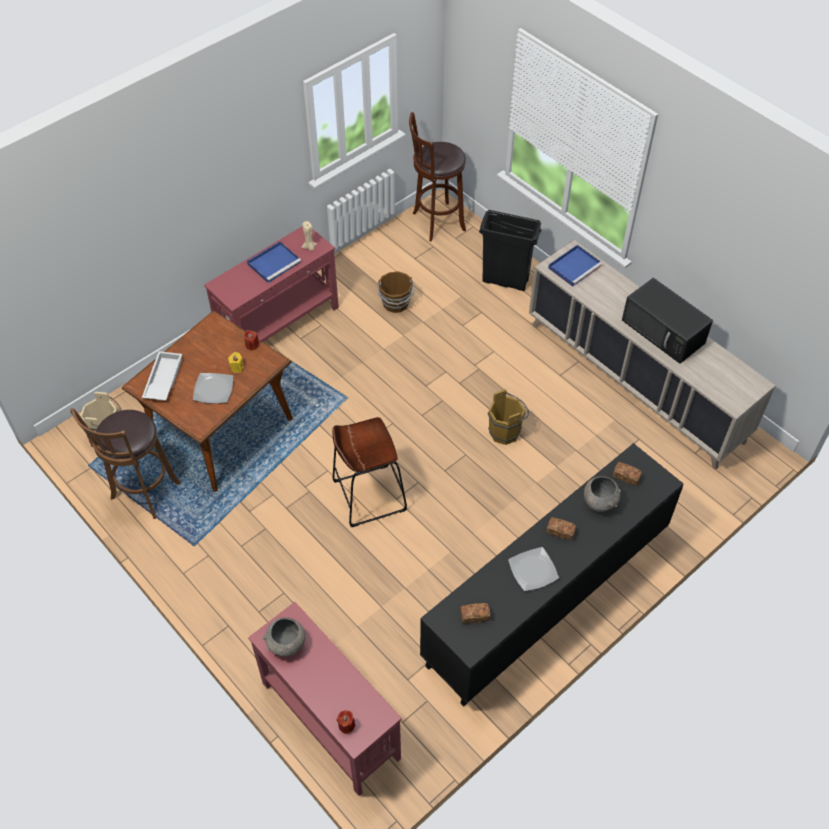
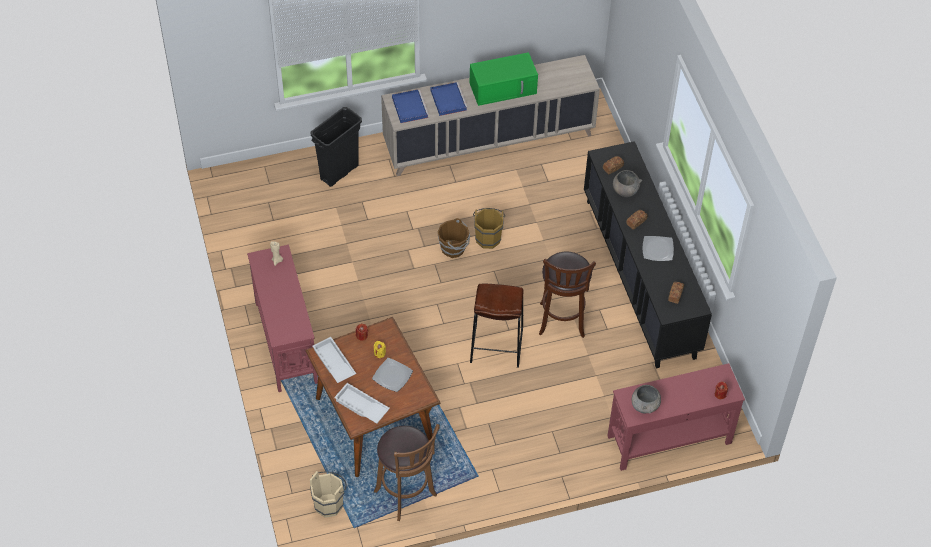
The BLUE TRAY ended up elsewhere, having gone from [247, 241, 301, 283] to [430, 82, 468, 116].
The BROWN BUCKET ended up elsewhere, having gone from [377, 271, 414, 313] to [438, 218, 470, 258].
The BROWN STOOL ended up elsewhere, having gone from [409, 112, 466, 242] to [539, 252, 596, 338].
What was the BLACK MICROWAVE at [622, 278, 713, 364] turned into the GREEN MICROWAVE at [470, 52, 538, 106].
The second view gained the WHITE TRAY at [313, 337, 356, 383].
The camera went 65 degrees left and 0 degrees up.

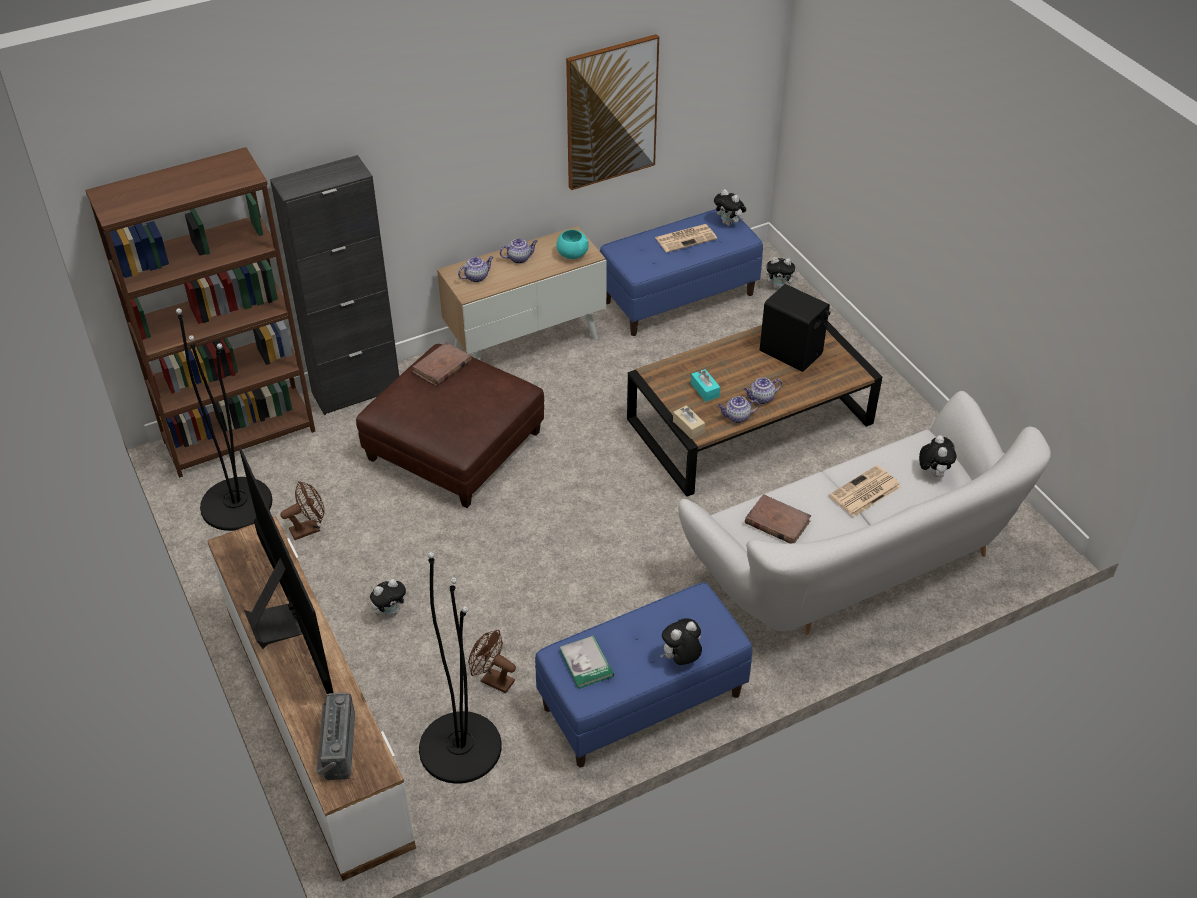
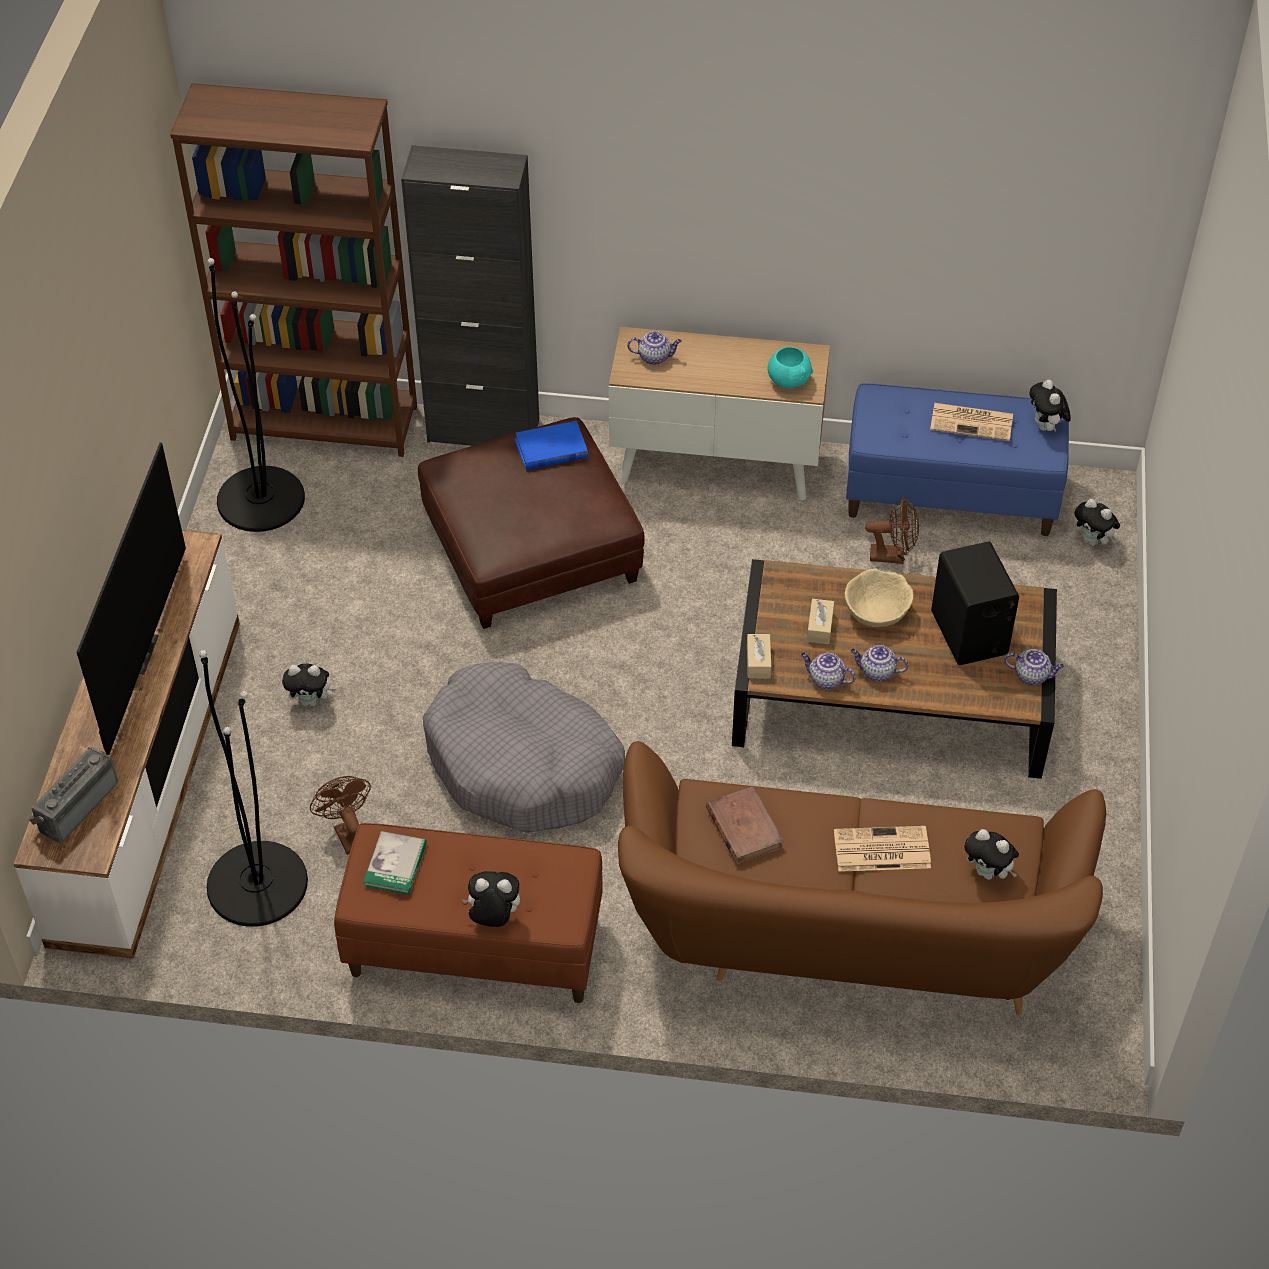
The BROWN FAN ended up elsewhere, having gone from [280, 481, 325, 540] to [865, 497, 919, 564].
What was the BROWN BOOK at [413, 342, 472, 387] turned into the BLUE BOOK at [514, 421, 588, 470].
The TEAPOT ended up elsewhere, having gone from [500, 238, 538, 263] to [1004, 649, 1064, 685].
What was the BLUE BENCH at [535, 582, 752, 767] turned into the BROWN BENCH at [334, 823, 603, 1003].
The second view lost the PICTURE at [566, 34, 659, 190].
What was the WHITE SOFA at [678, 391, 1051, 635] turned into the BROWN SOFA at [618, 741, 1106, 1015].
What was the TURQUOISE TISSUE BOX at [691, 369, 720, 402] turned into the BEIGE TISSUE BOX at [807, 599, 834, 644].
The PLUSH TOY at [919, 435, 957, 478] ended up facing another way, 90 degrees clockwise from before.
The second view gained the GREY DOG BED at [423, 662, 625, 833].
The second view gained the BEIGE BOWL at [845, 568, 913, 627].
The camera went 35 degrees right and 5 degrees up.

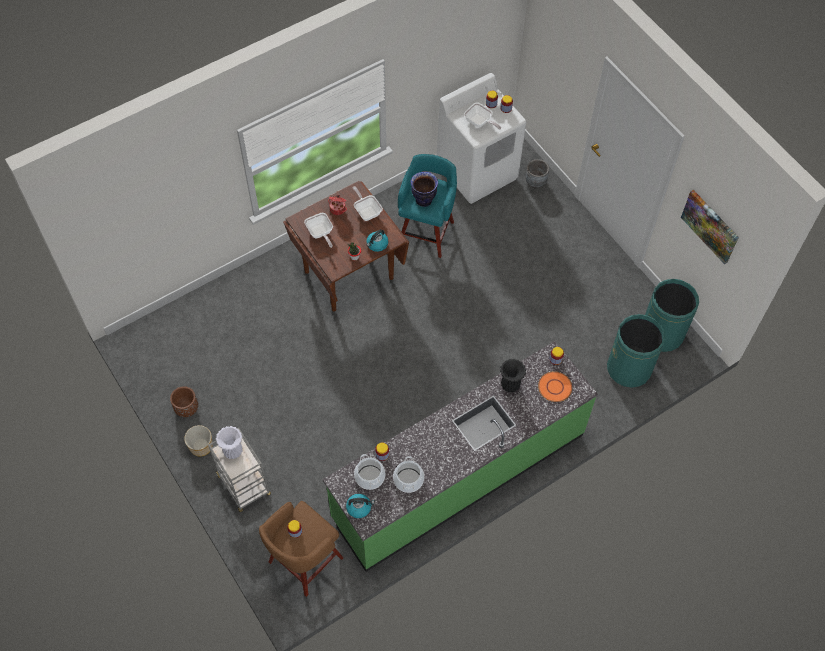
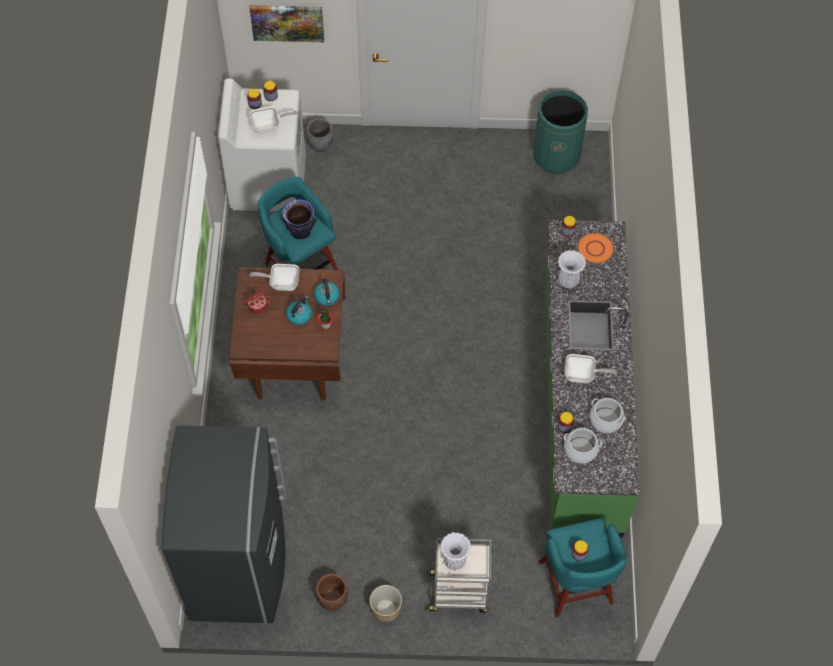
What was the BROWN STOOL at [259, 501, 343, 597] turned into the TURQUOISE STOOL at [539, 518, 627, 617].
The FRYING PAN ended up elsewhere, having gone from [304, 213, 333, 248] to [565, 354, 617, 383].
The KETTLE ended up elsewhere, having gone from [346, 494, 375, 518] to [286, 296, 312, 325].
What was the BLACK VASE at [500, 359, 526, 393] turned into the WHITE VASE at [558, 250, 586, 288].
The second view lost the GREEN TRASH CAN at [607, 314, 665, 388].
The PICTURE ended up elsewhere, having gone from [681, 190, 739, 264] to [249, 5, 324, 42].
The second view gained the GREY FRIDGE at [162, 425, 286, 624].
The camera went 55 degrees left and 0 degrees up.

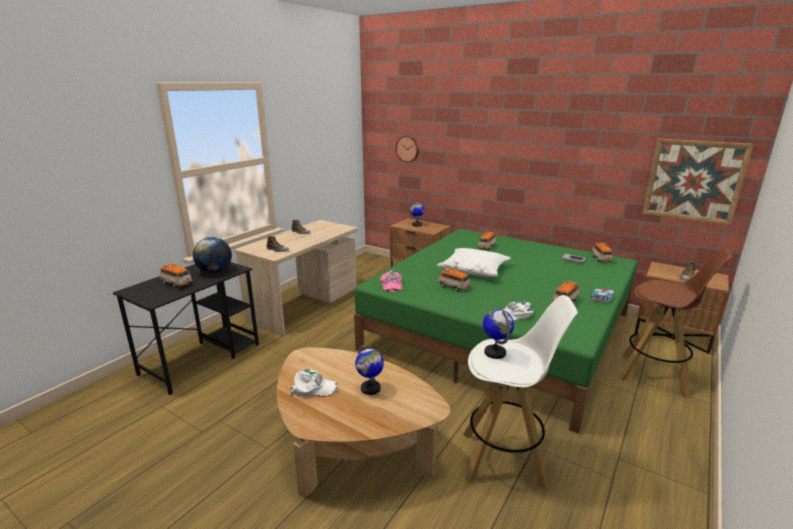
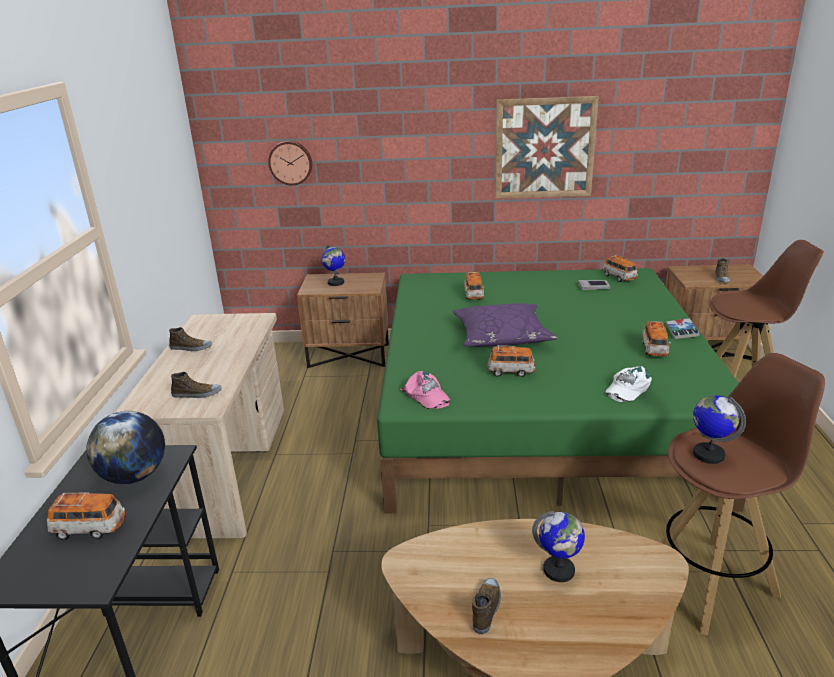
Where the WHITE CAP stood at [290, 369, 338, 397], the SHOE came to stand at [472, 578, 501, 634].
What was the WHITE PILLOW at [437, 248, 511, 277] turned into the PURPLE PILLOW at [453, 303, 557, 347].
What was the WHITE STOOL at [463, 295, 578, 490] turned into the BROWN STOOL at [660, 353, 825, 635].
The PICTURE ended up elsewhere, having gone from [643, 139, 754, 225] to [495, 96, 599, 199].
The camera went 30 degrees left and 5 degrees up.

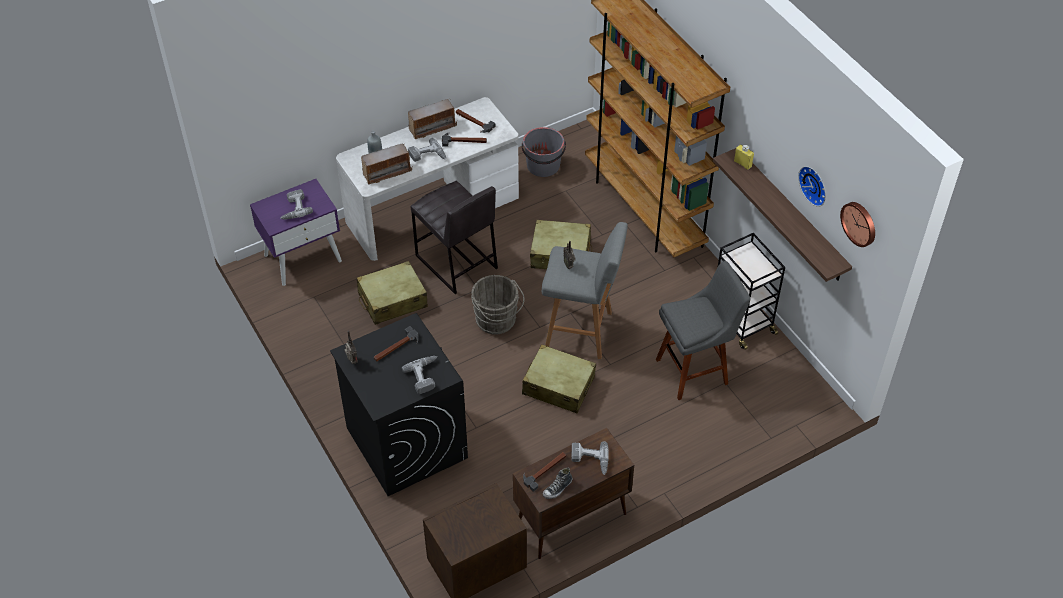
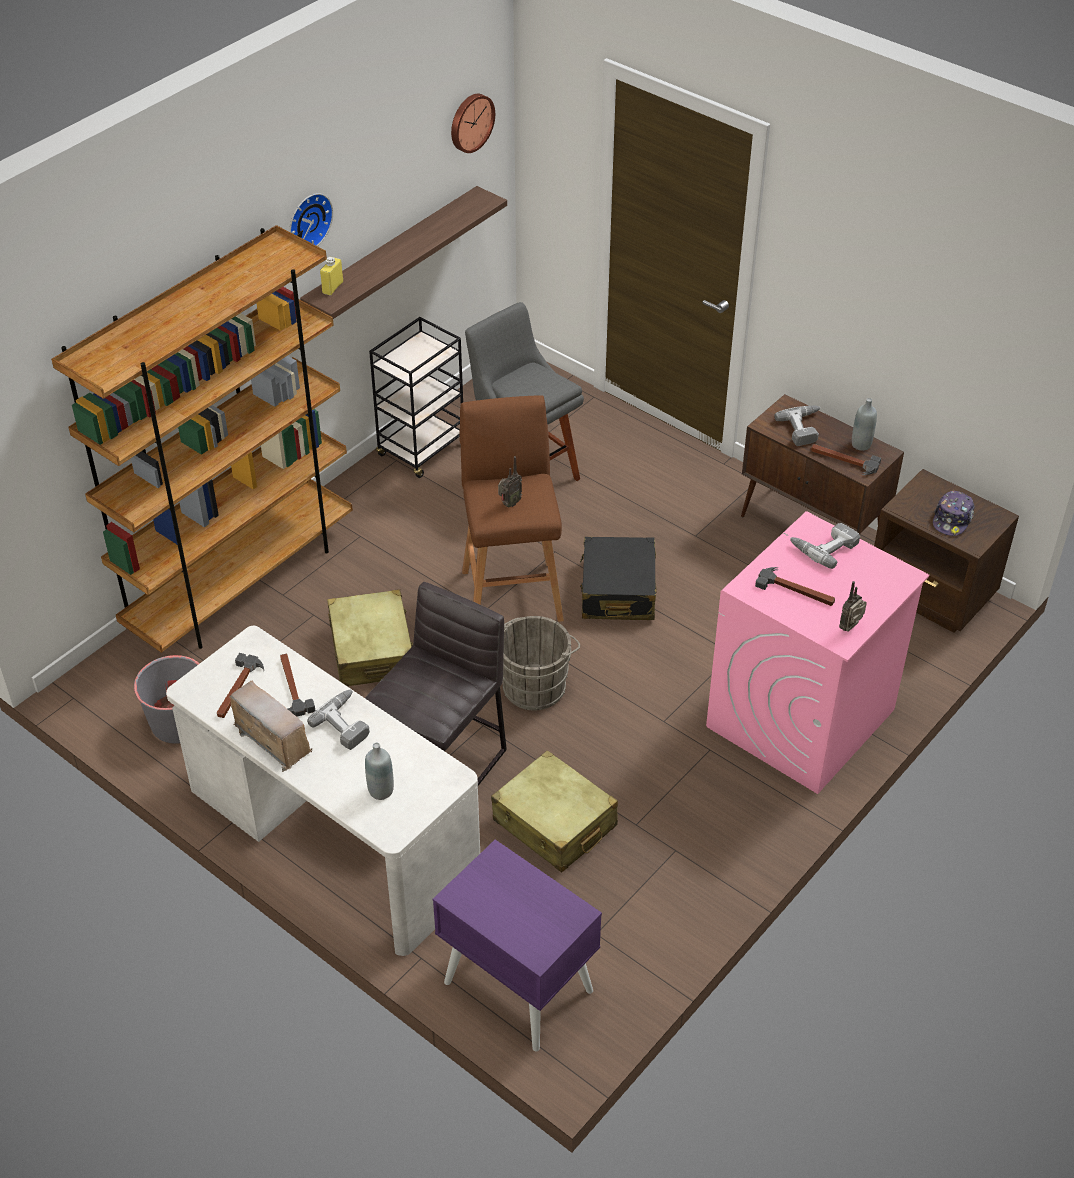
The second view lost the POWER DRILL at [281, 189, 313, 219].
What was the BLACK WASHING MACHINE at [330, 313, 468, 496] turned into the PINK WASHING MACHINE at [706, 511, 929, 794].
The second view lost the RADIO at [361, 143, 413, 185].
What was the BEIGE SUITCASE at [522, 344, 596, 414] turned into the BLACK SUITCASE at [580, 537, 657, 620].
What was the GREY STOOL at [542, 222, 628, 359] turned into the BROWN STOOL at [459, 395, 564, 622].
Where the SHOE stood at [543, 467, 572, 499], the GREY BOTTLE came to stand at [852, 398, 877, 451].
The WALL CLOCK ended up elsewhere, having gone from [798, 166, 826, 207] to [289, 193, 333, 246].
The second view gained the CAP at [933, 491, 975, 536].
The camera went 110 degrees left and 5 degrees down.

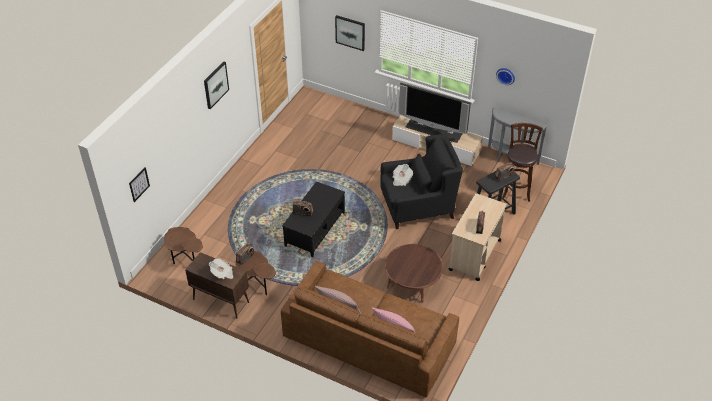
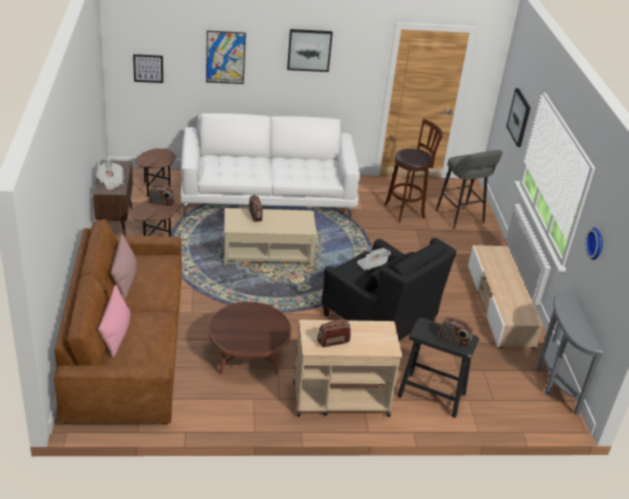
What was the BLACK COFFEE TABLE at [282, 181, 345, 257] turned into the BEIGE COFFEE TABLE at [224, 208, 317, 267].
The second view lost the TELEVISION at [399, 83, 471, 143].
The BROWN STOOL ended up elsewhere, having gone from [503, 123, 543, 202] to [384, 118, 443, 223].
The second view gained the WHITE SOFA at [180, 113, 360, 221].
The second view gained the PICTURE at [206, 31, 246, 84].
The second view gained the GREY STOOL at [436, 150, 502, 229].
The camera went 55 degrees right and 10 degrees down.

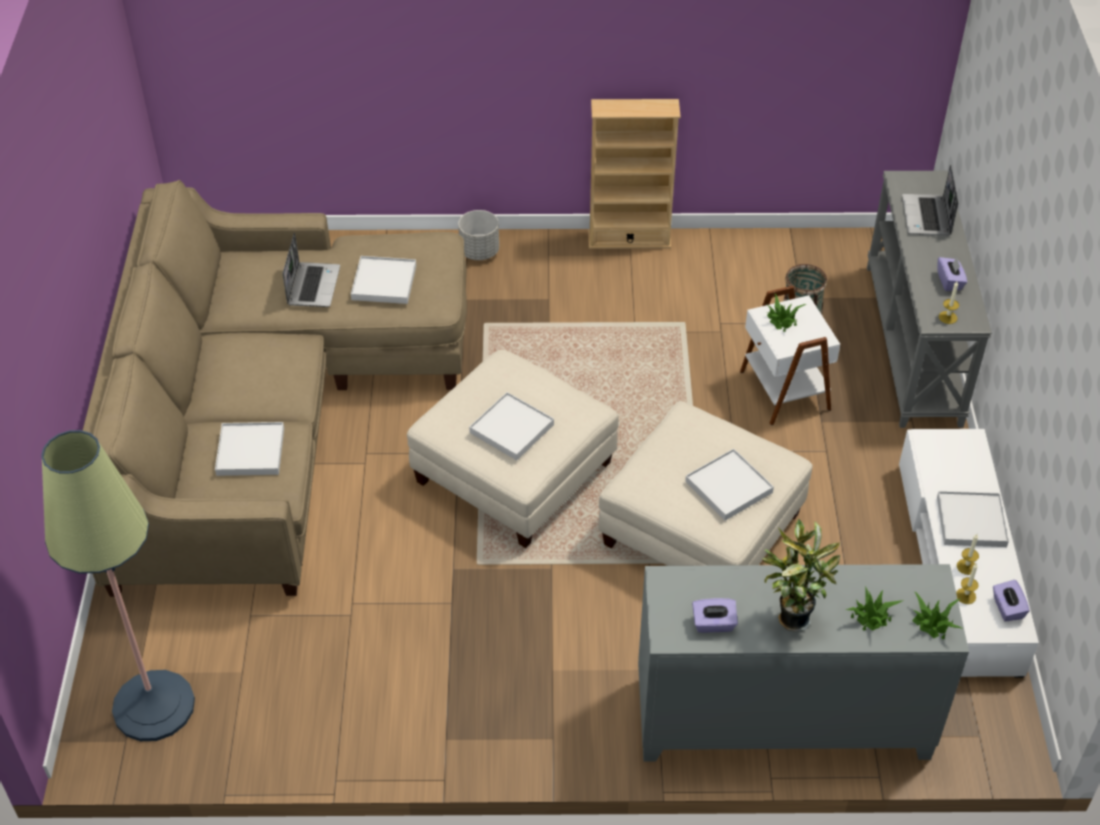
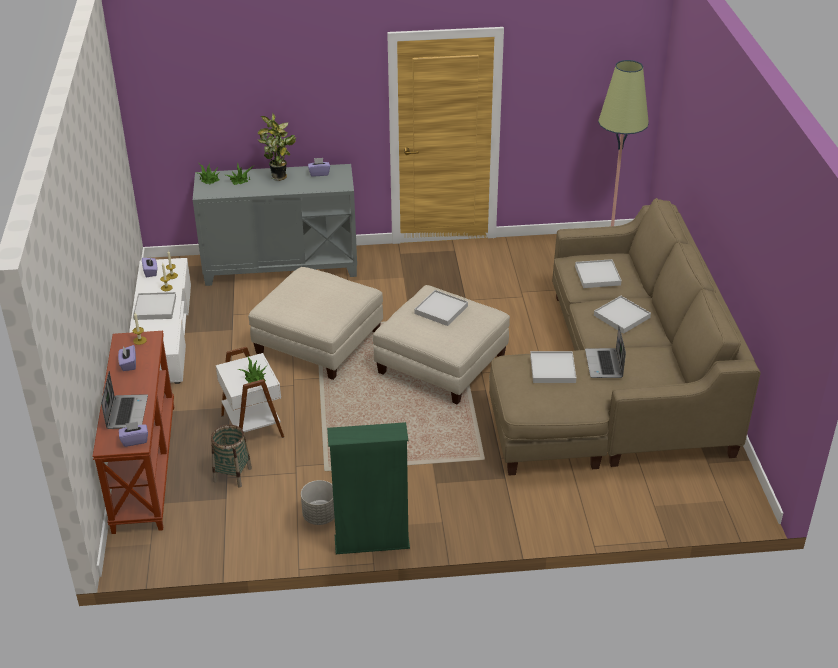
The GREY PLANTER ended up elsewhere, having gone from [458, 210, 499, 260] to [301, 480, 335, 525].
What was the BEIGE BOOKCASE at [588, 99, 681, 249] turned into the GREEN BOOKCASE at [327, 422, 410, 554].
The WHITE TRAY ended up elsewhere, having gone from [685, 449, 774, 521] to [594, 296, 651, 334].
What was the GREY CONSOLE TABLE at [867, 171, 992, 428] turned into the BROWN CONSOLE TABLE at [92, 331, 174, 534].
The second view gained the PURPLE TISSUE BOX at [119, 422, 148, 447].
The camera went 175 degrees right and 10 degrees down.

